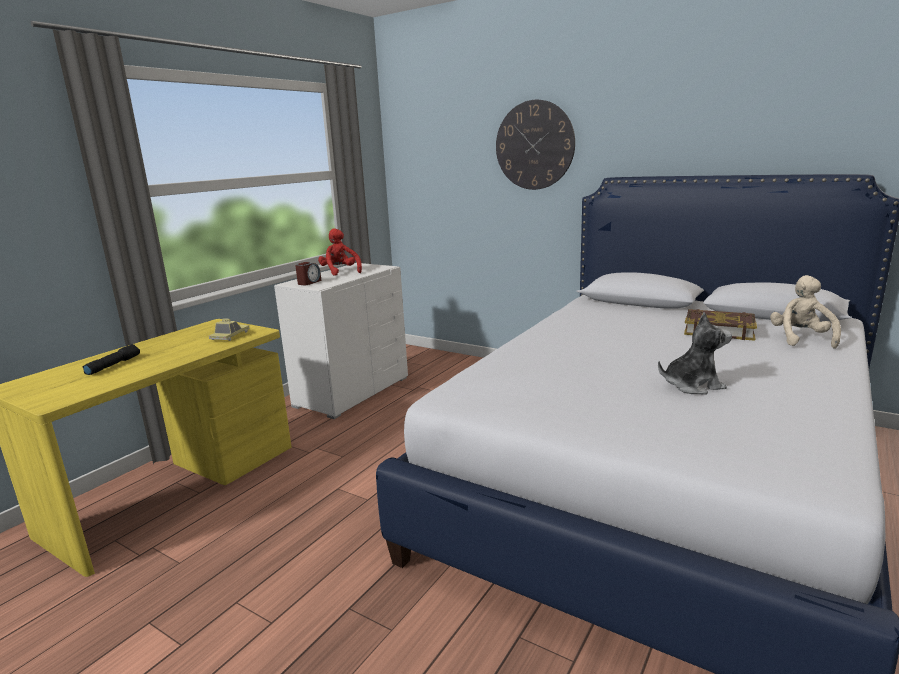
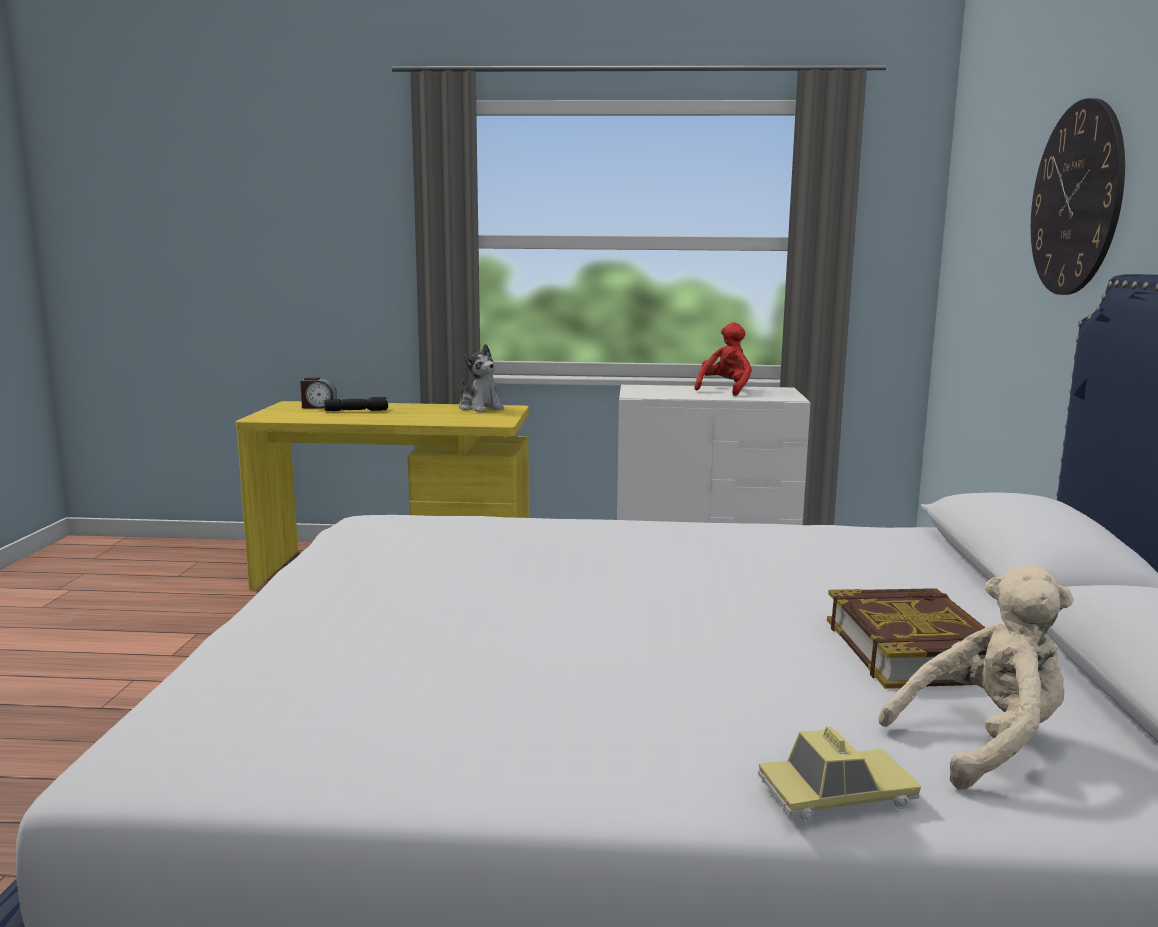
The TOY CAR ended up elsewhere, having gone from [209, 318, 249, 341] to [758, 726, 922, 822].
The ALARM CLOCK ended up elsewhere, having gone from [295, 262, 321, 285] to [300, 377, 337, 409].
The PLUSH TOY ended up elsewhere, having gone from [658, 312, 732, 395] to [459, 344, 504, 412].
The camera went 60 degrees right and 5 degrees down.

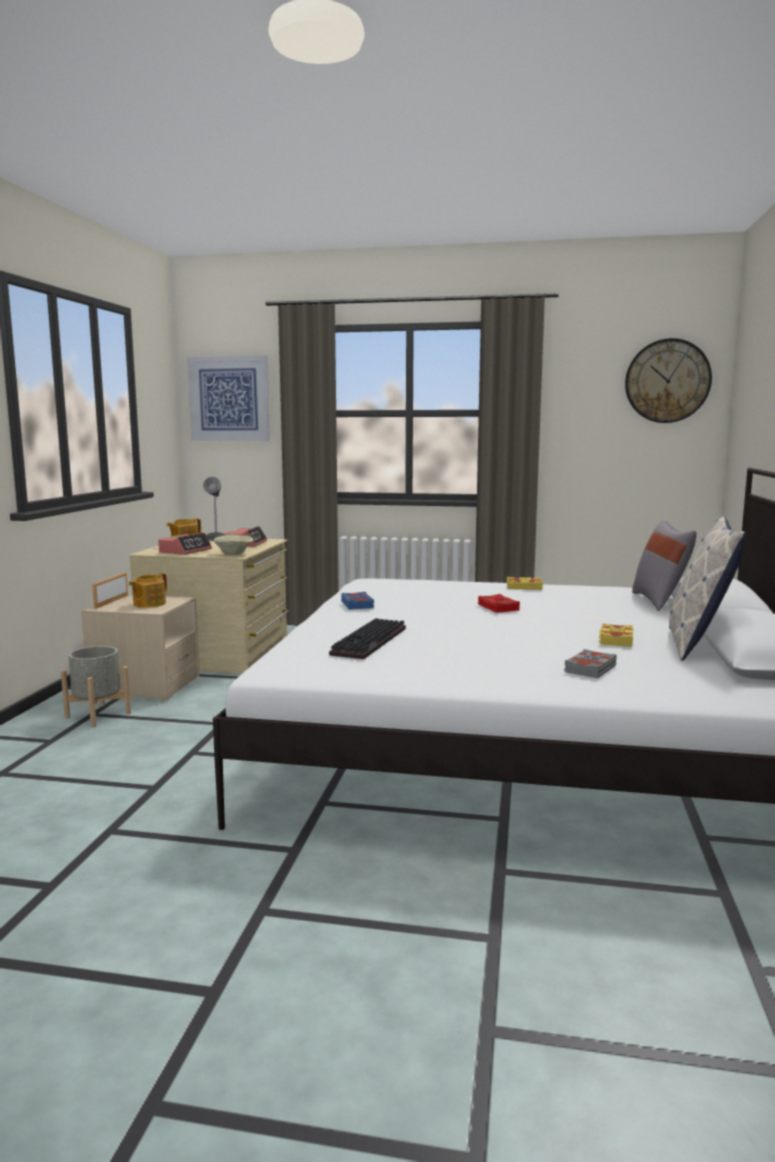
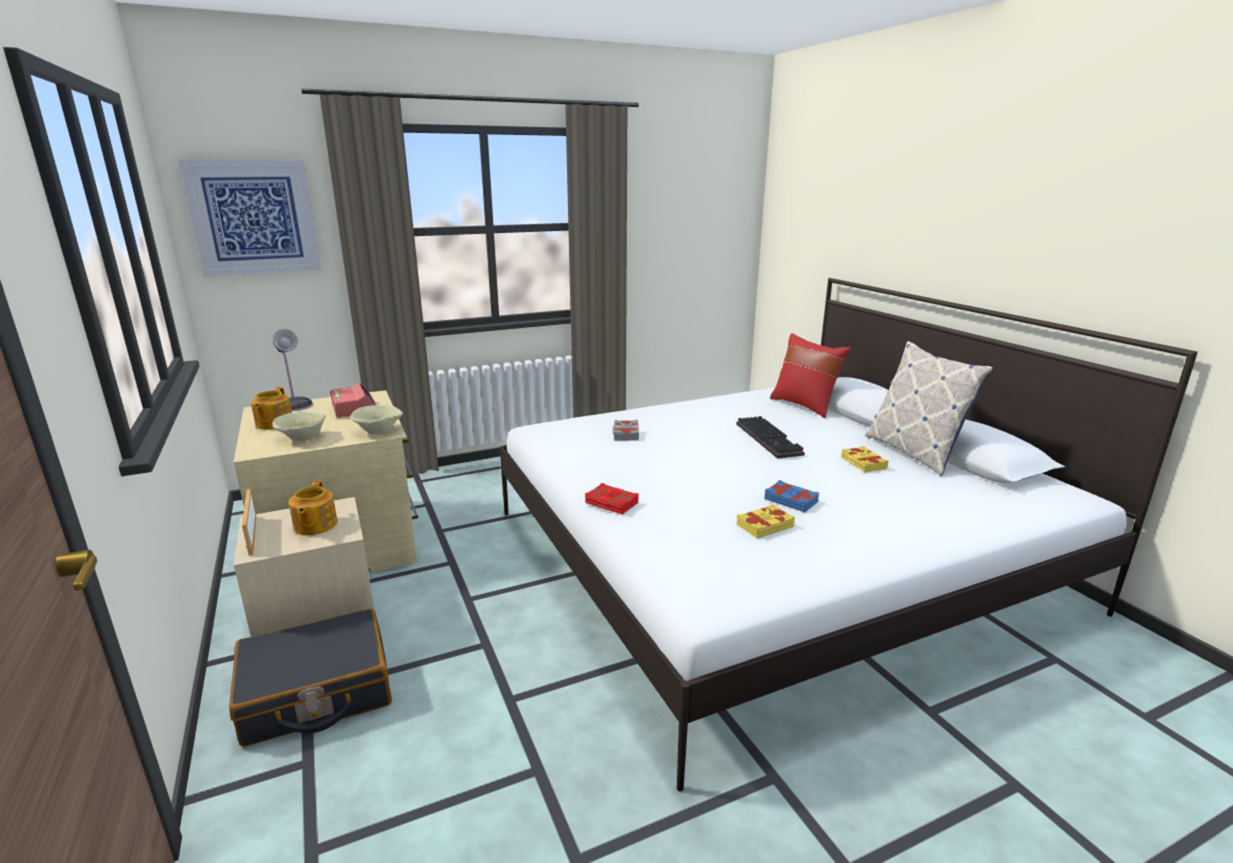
Where the GREY PLANTER stood at [61, 646, 131, 727], the BLACK SUITCASE came to stand at [229, 609, 392, 747].
Where the ALARM CLOCK stood at [158, 532, 212, 555], the BEIGE BOWL came to stand at [272, 411, 325, 441].
The KEYBOARD ended up elsewhere, having gone from [329, 618, 406, 659] to [736, 416, 805, 458].
The BLUE BOOK ended up elsewhere, having gone from [341, 592, 374, 610] to [764, 480, 819, 512].
The RED BOOK ended up elsewhere, having gone from [478, 594, 520, 613] to [585, 483, 639, 514].
The YELLOW BOOK ended up elsewhere, having gone from [507, 577, 543, 590] to [736, 504, 795, 539].
The GREY BOOK ended up elsewhere, having gone from [564, 649, 617, 679] to [613, 420, 639, 441].
The second view lost the WALL CLOCK at [625, 338, 712, 423].
What was the GREY PILLOW at [632, 520, 697, 611] turned into the RED PILLOW at [770, 333, 851, 418].
The camera went 35 degrees left and 10 degrees up.

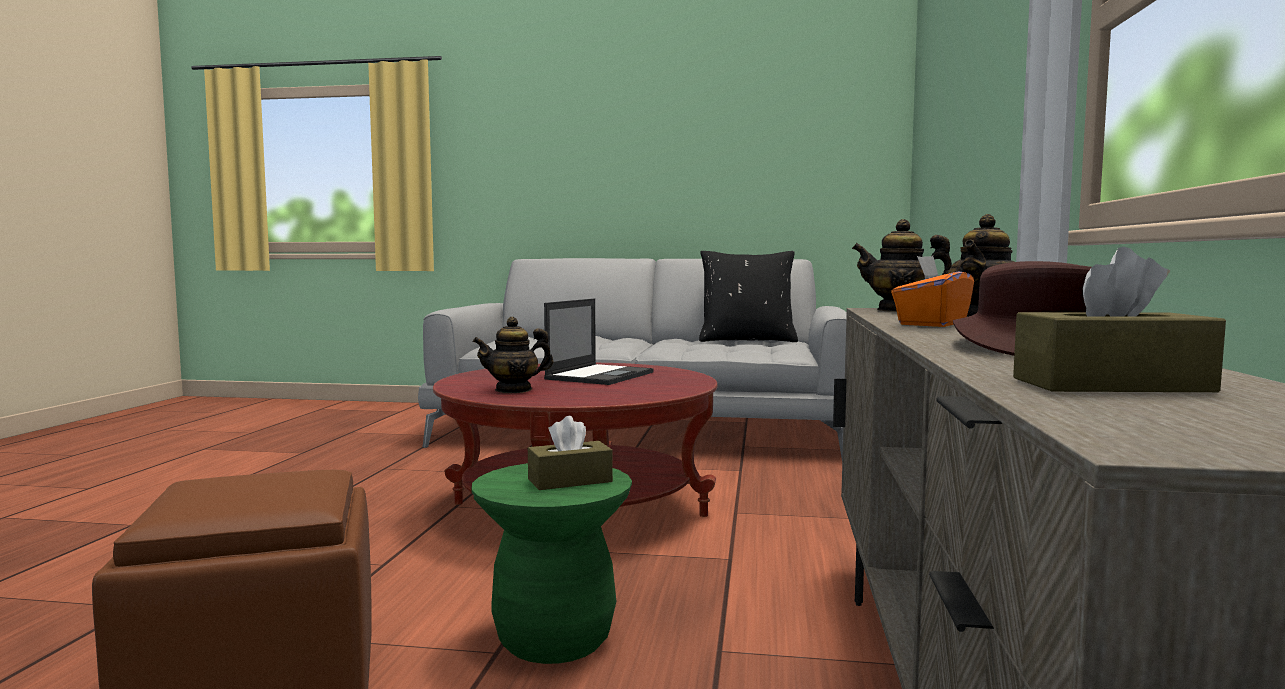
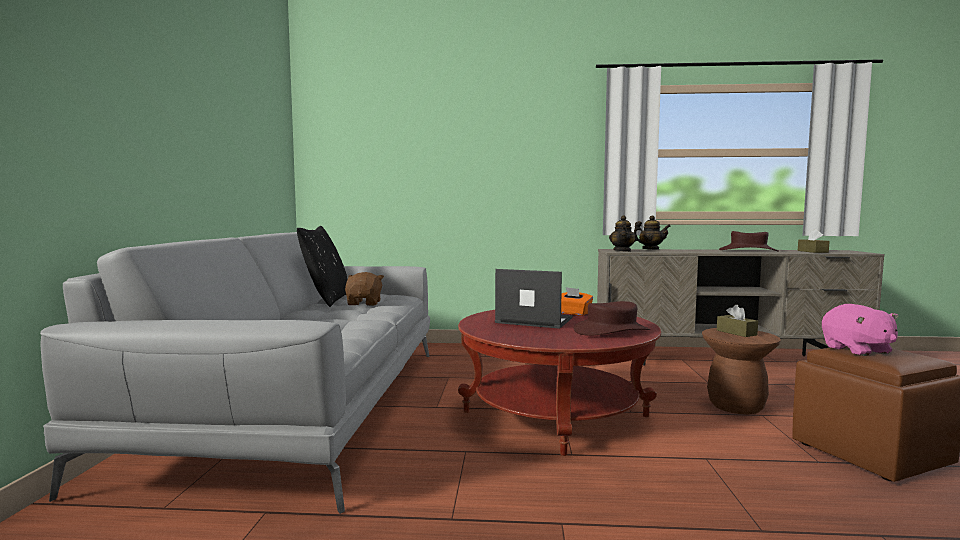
What was the GREEN STOOL at [471, 463, 632, 664] turned into the BROWN STOOL at [702, 328, 781, 414].
Where the TEAPOT stood at [473, 317, 553, 393], the BROWN HAT came to stand at [574, 301, 650, 336].
The ORANGE TISSUE BOX ended up elsewhere, having gone from [891, 256, 974, 327] to [561, 287, 593, 316].
The second view gained the BROWN PLUSH TOY at [345, 272, 384, 306].
The second view gained the PINK PLUSH TOY at [822, 304, 898, 356].
The camera went 95 degrees left and 0 degrees up.

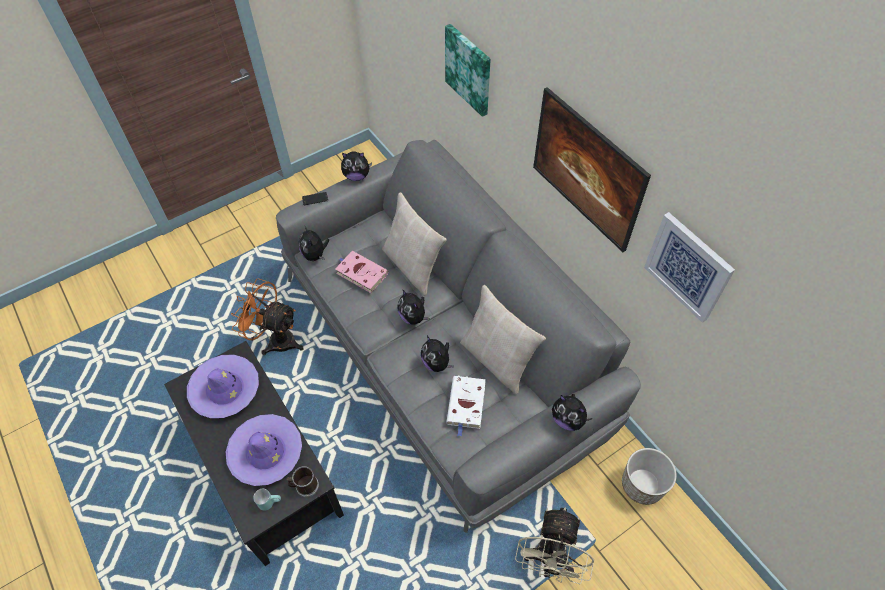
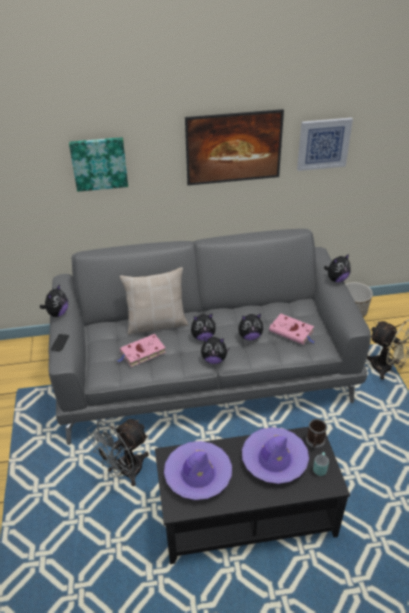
What was the ORANGE FAN at [231, 278, 304, 355] turned into the GREY FAN at [87, 419, 149, 486].
The PLUSH TOY ended up elsewhere, having gone from [299, 225, 329, 261] to [201, 337, 229, 364].
What was the WHITE BOOK at [446, 376, 486, 437] turned into the PINK BOOK at [269, 314, 315, 345].
The second view lost the BEIGE PILLOW at [460, 285, 546, 395].
The camera went 65 degrees left and 15 degrees down.

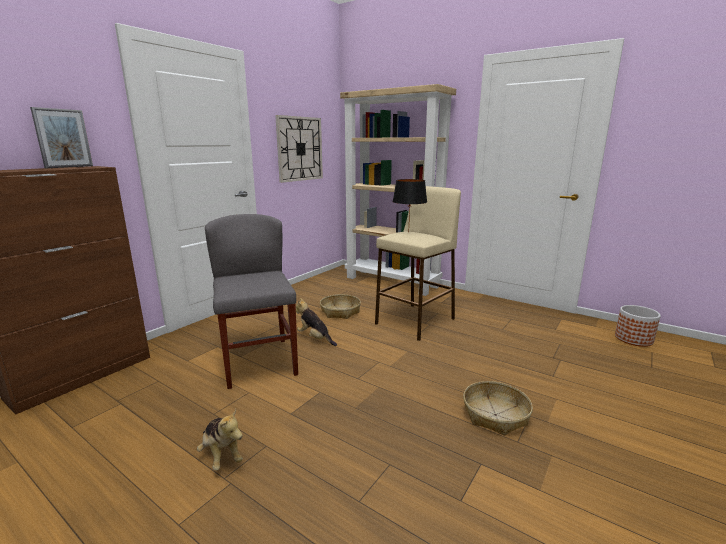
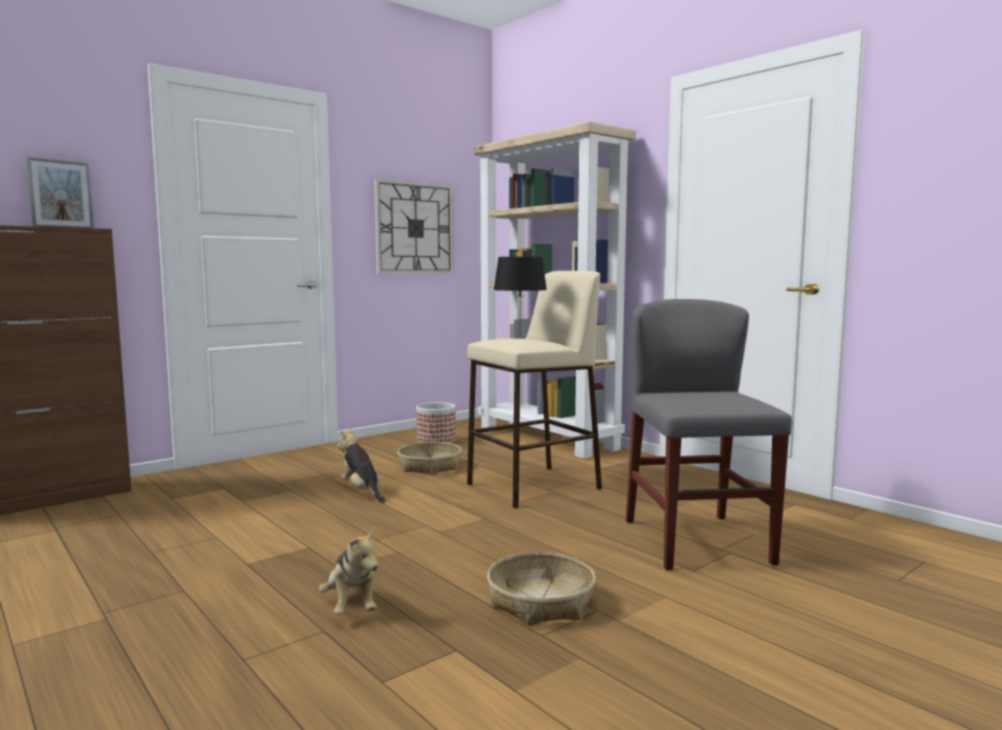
The PLUSH TOY ended up elsewhere, having gone from [197, 409, 243, 470] to [319, 527, 378, 614].
The GREY CHAIR ended up elsewhere, having gone from [205, 214, 298, 389] to [626, 299, 792, 570].
The PLANTER ended up elsewhere, having gone from [615, 305, 661, 347] to [416, 402, 456, 443].
The camera went 15 degrees right and 10 degrees down.

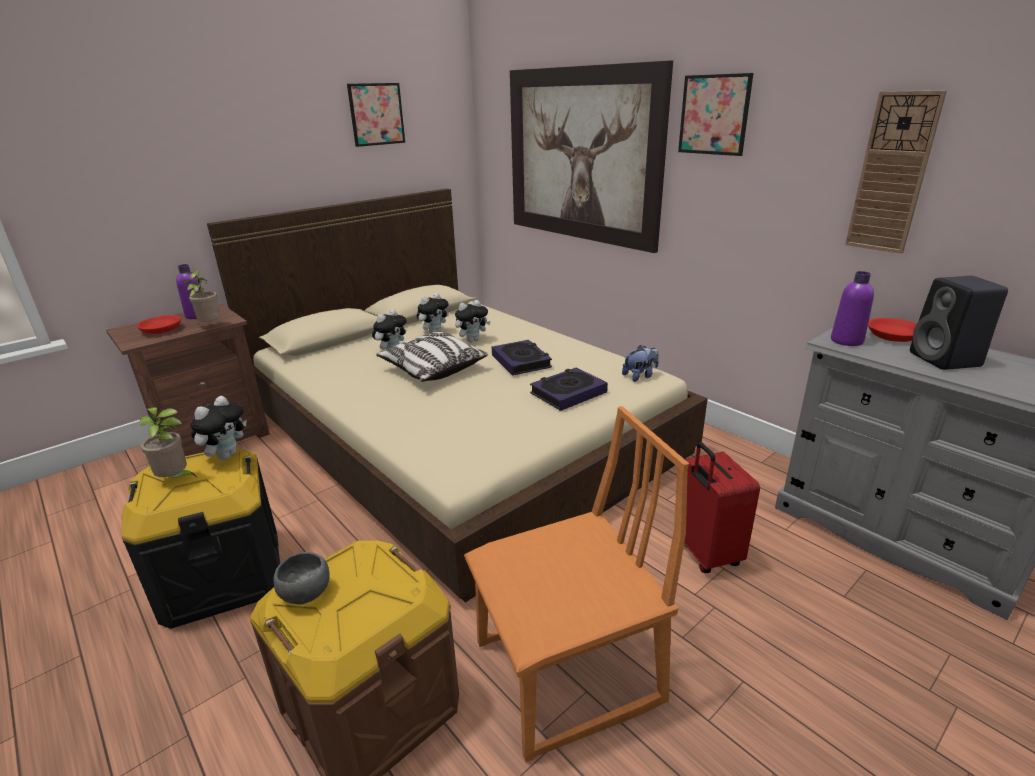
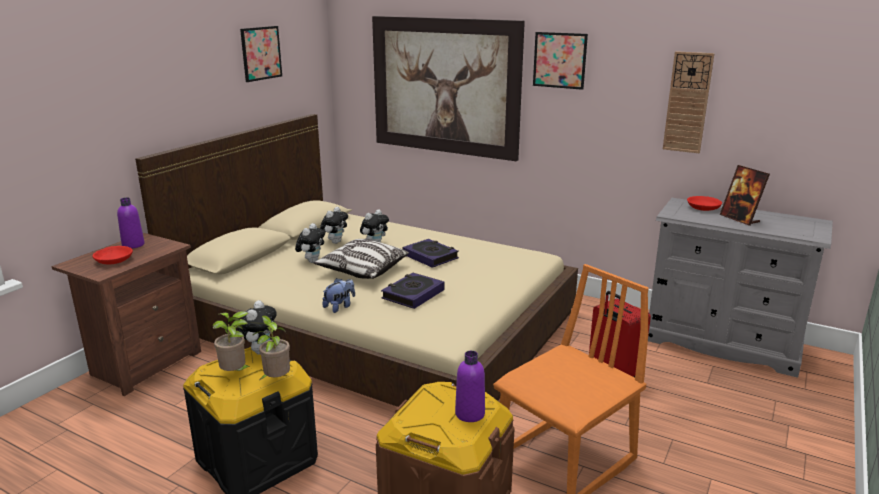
The POTTED PLANT ended up elsewhere, having gone from [182, 268, 221, 324] to [252, 315, 290, 380].
The second view lost the GREY BOWL at [274, 552, 330, 604].
The BOOK ended up elsewhere, having gone from [530, 367, 608, 411] to [381, 273, 445, 309].
The PLUSH TOY ended up elsewhere, having gone from [622, 345, 659, 382] to [322, 278, 355, 313].
The PURPLE BOTTLE ended up elsewhere, having gone from [831, 271, 874, 346] to [455, 351, 485, 422].
Where the BLACK SPEAKER stood at [910, 276, 1008, 370], the PICTURE FRAME came to stand at [720, 165, 770, 226].
The camera went 20 degrees left and 5 degrees down.

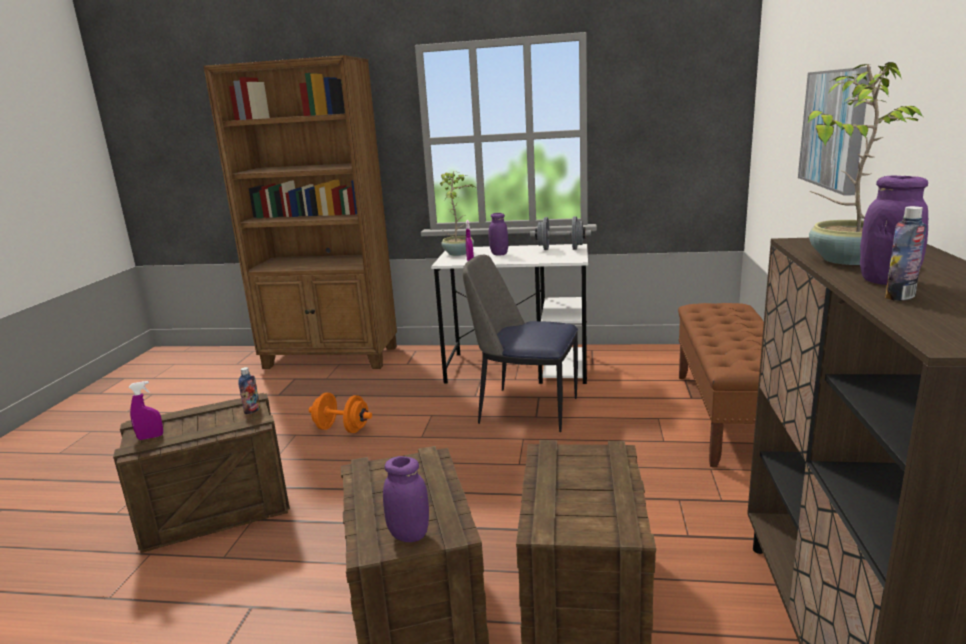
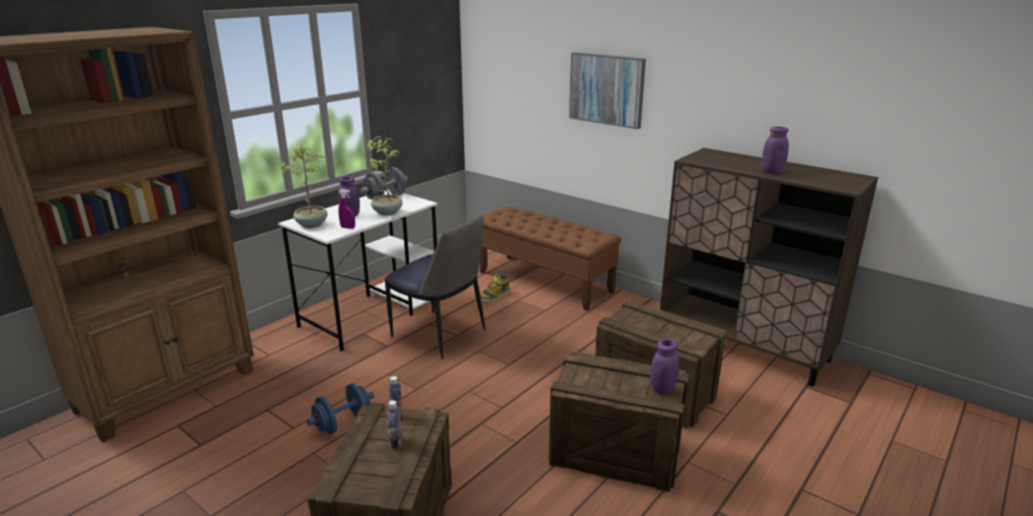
The second view lost the PURPLE SPRAY BOTTLE at [128, 381, 163, 440].
What was the ORANGE DUMBBELL at [309, 393, 372, 433] turned into the BLUE DUMBBELL at [307, 383, 374, 434].
The CHAIR at [463, 255, 578, 432] ended up facing another way, 105 degrees counterclockwise from before.
The POTTED PLANT ended up elsewhere, having gone from [808, 62, 924, 265] to [366, 136, 403, 215].
The BOTTLE ended up elsewhere, having gone from [885, 206, 927, 301] to [387, 400, 402, 448].
The second view gained the BOOT at [480, 274, 510, 302].
The camera went 60 degrees left and 5 degrees up.

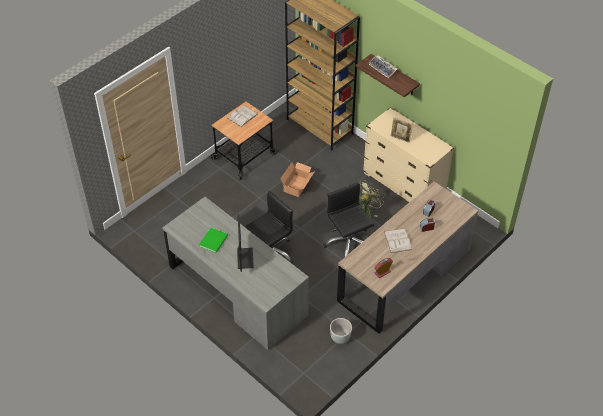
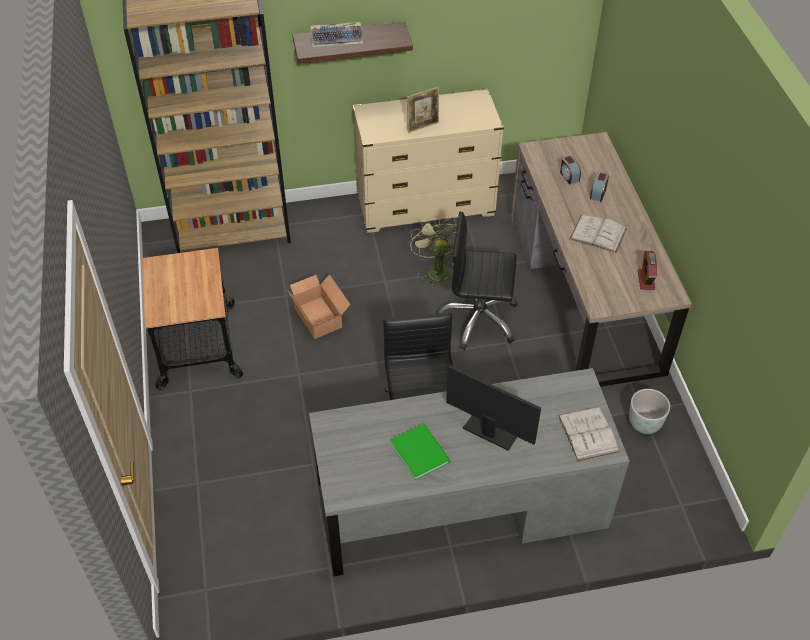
The WHITE BOOK ended up elsewhere, having gone from [227, 105, 258, 127] to [558, 407, 619, 461].
The camera went 55 degrees left and 0 degrees up.

